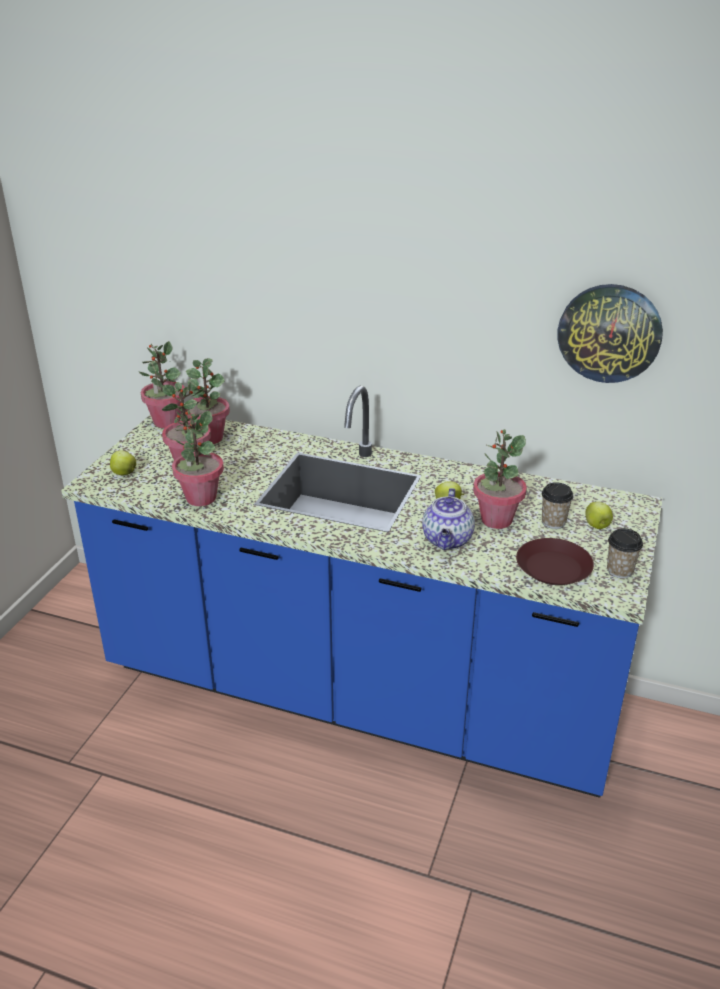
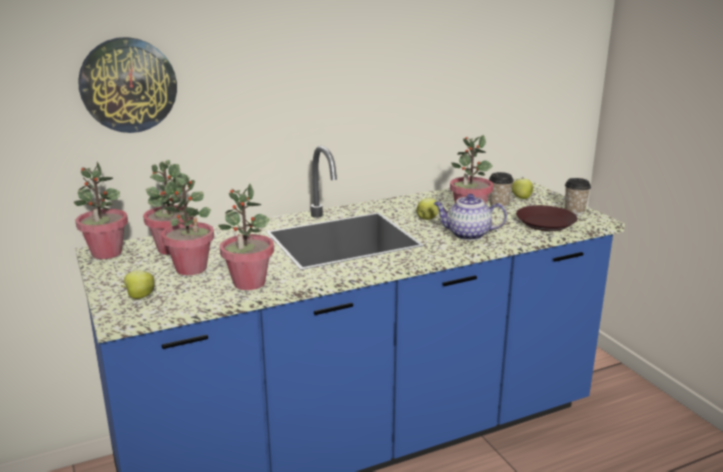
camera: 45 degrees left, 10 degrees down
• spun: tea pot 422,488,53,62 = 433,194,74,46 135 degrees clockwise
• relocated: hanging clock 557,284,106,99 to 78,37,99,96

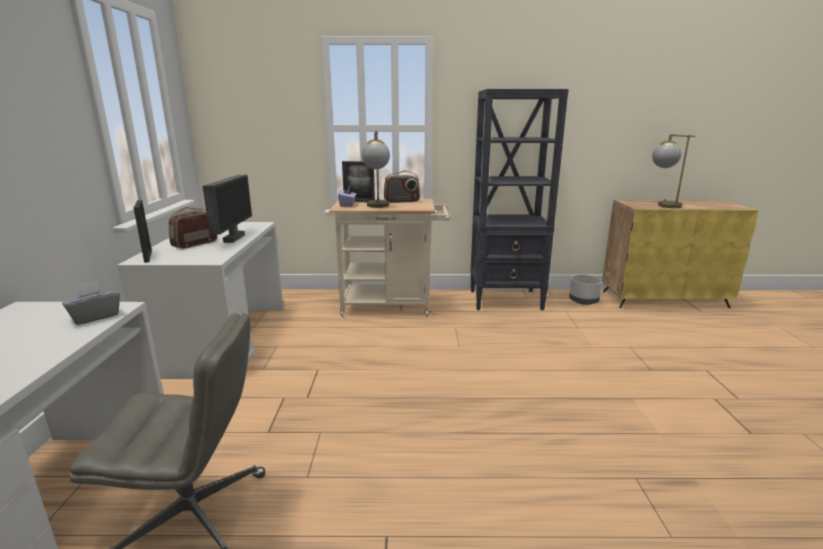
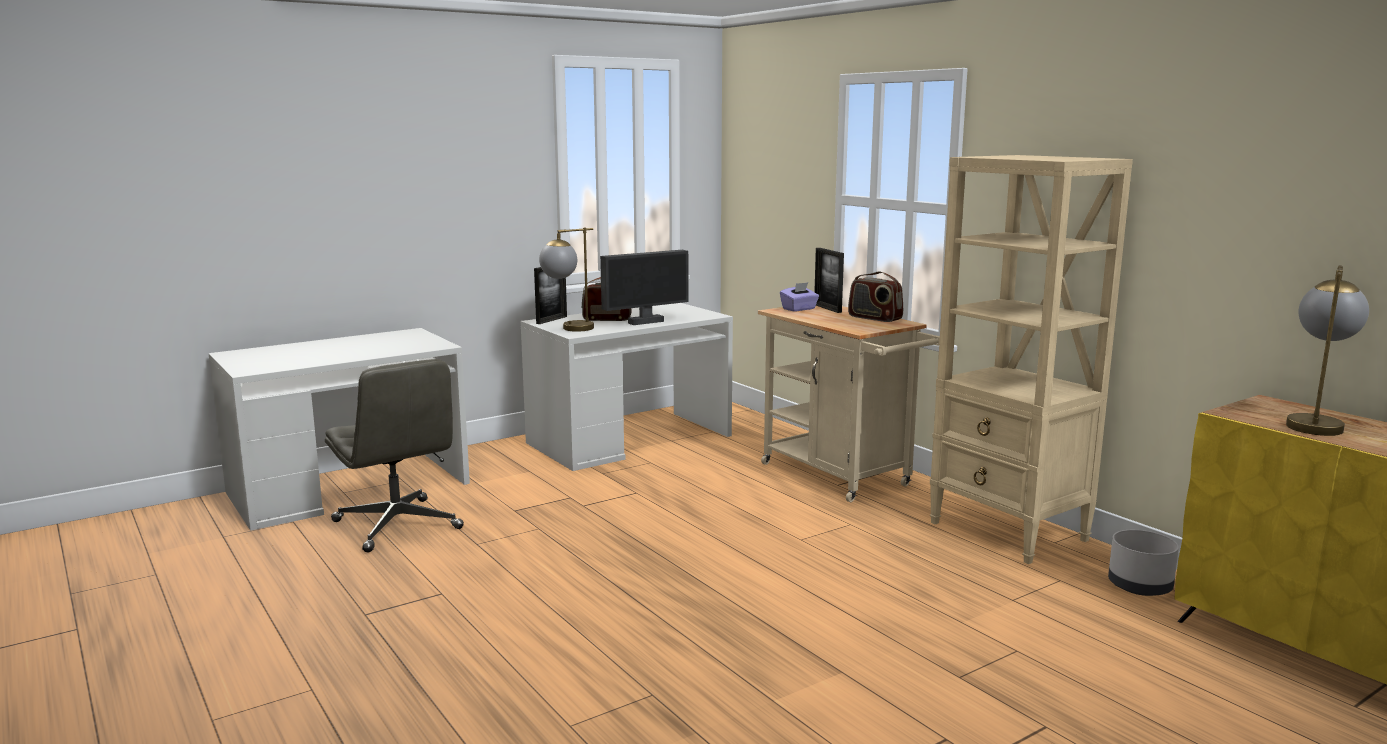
camera: 55 degrees right, 5 degrees down
• missing: greyish box of tissues 62,281,58,44
• relocated: tabletop lamp 362,131,28,77 to 539,228,55,104
• colour: blackish bookcase 470,89,99,221 to sand-coloured bookcase 930,155,203,409

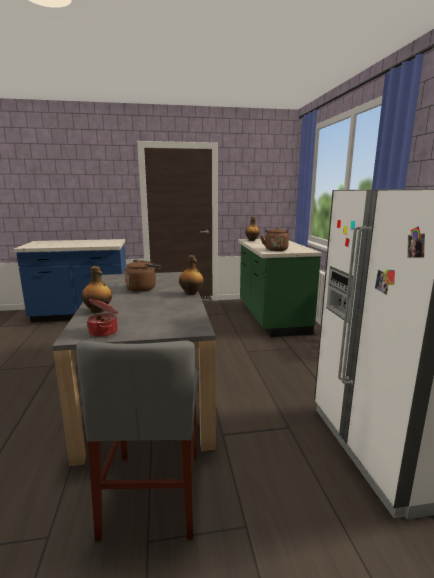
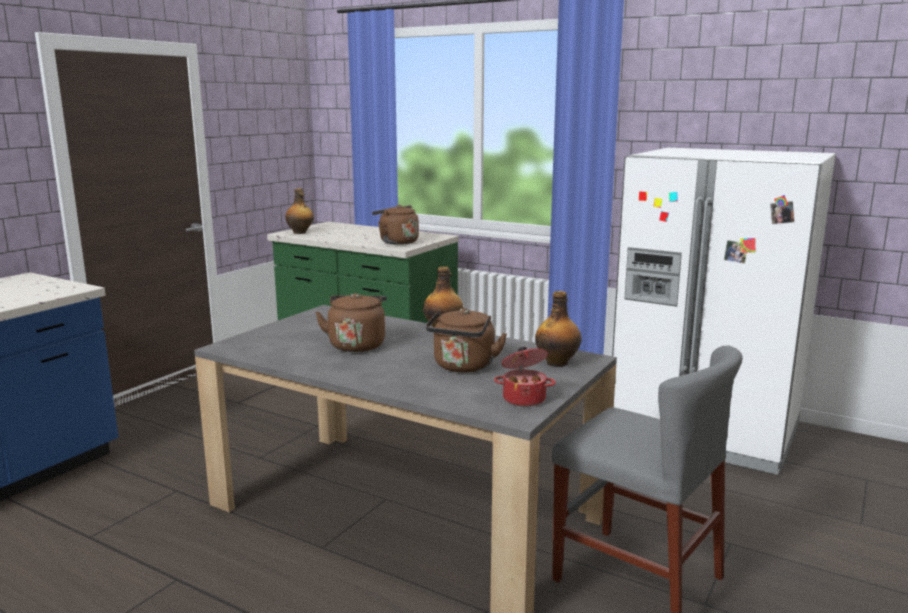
camera: 50 degrees left, 0 degrees up
• relocated: drink bottle 82,266,30,47 to 535,291,46,76
• appeared: brownish water kettle 426,308,81,65

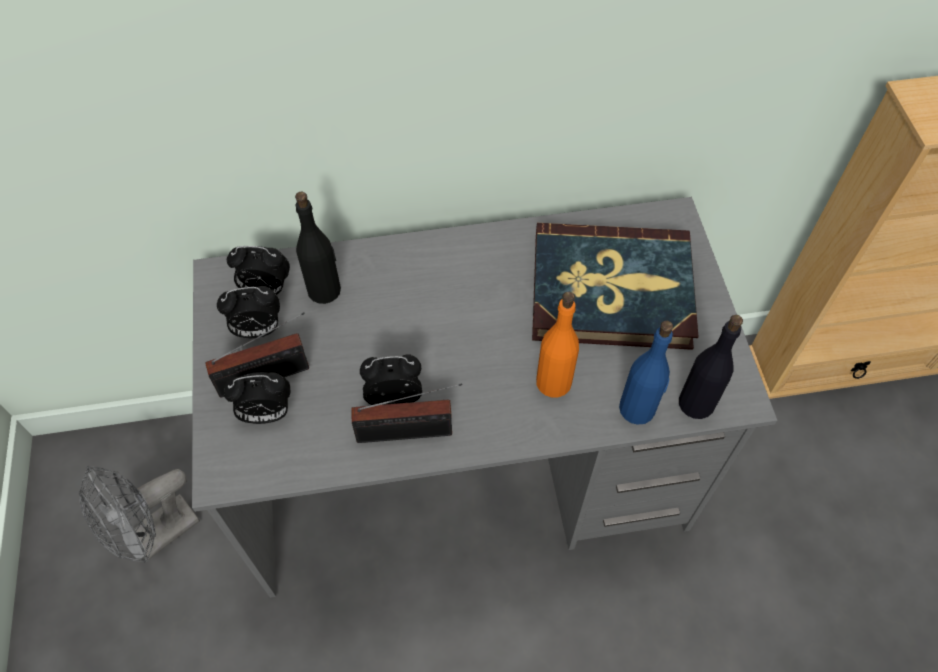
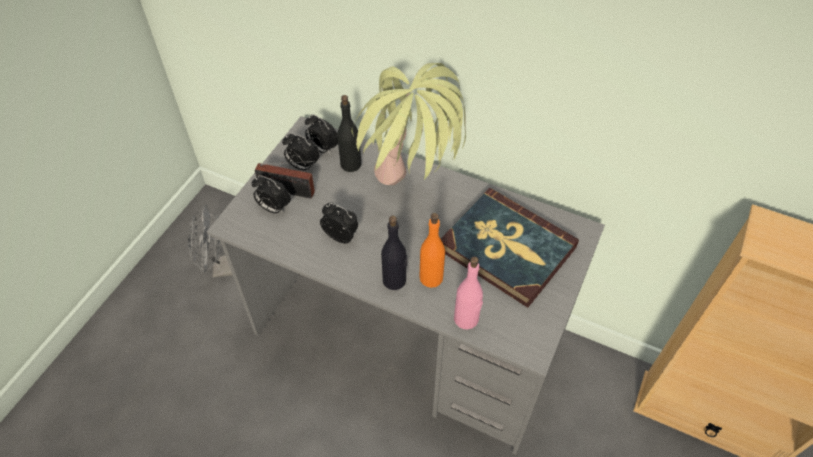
camera: 35 degrees right, 5 degrees down
• missing: radio receiver 351,383,111,60
• colour: blue drink bottle 619,321,54,104 to pink-coloured drink bottle 454,256,29,73
• relocated: blackish drink bottle 679,315,64,104 to 381,216,26,74
• appeared: houseplant 351,63,115,122

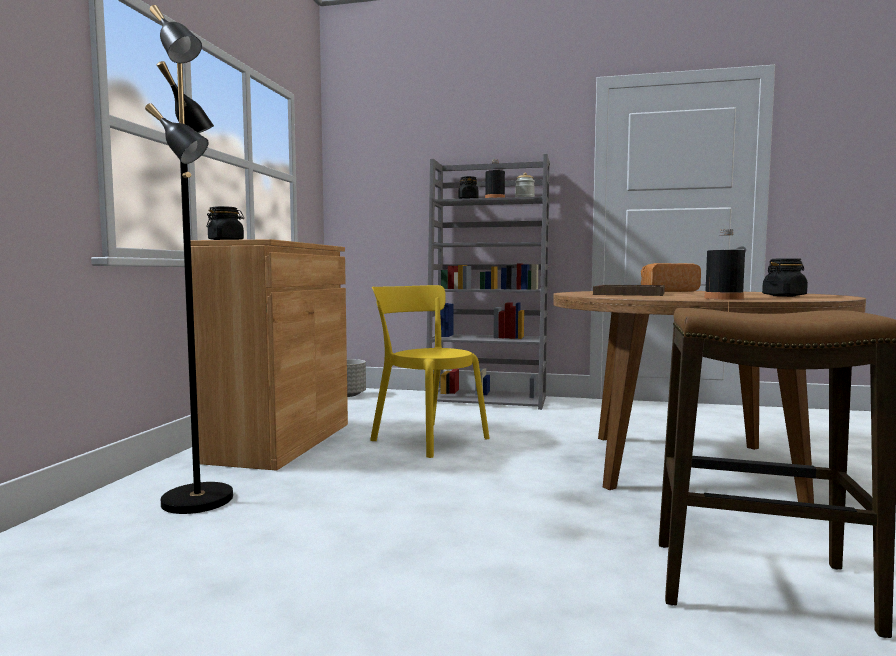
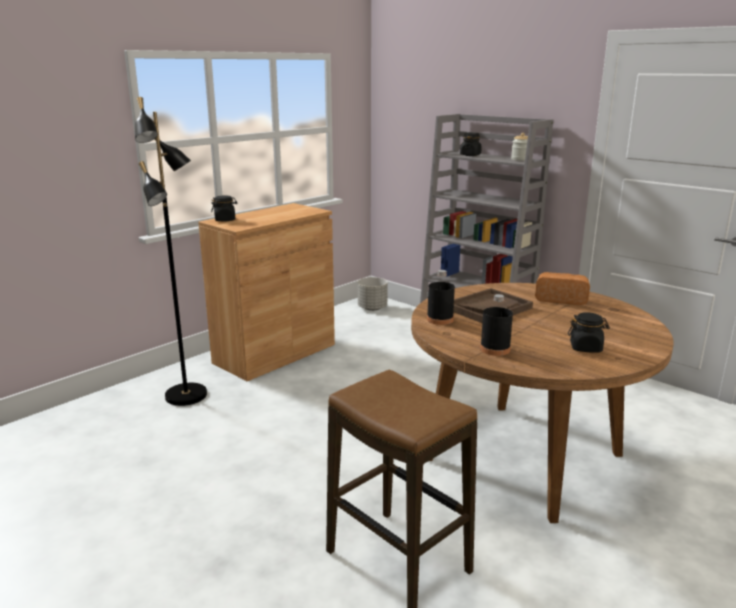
camera: 30 degrees right, 15 degrees up
• missing: yellow upright chair 370,285,120,173
• relocated: blackish drink bottle 485,159,20,39 to 427,270,28,55

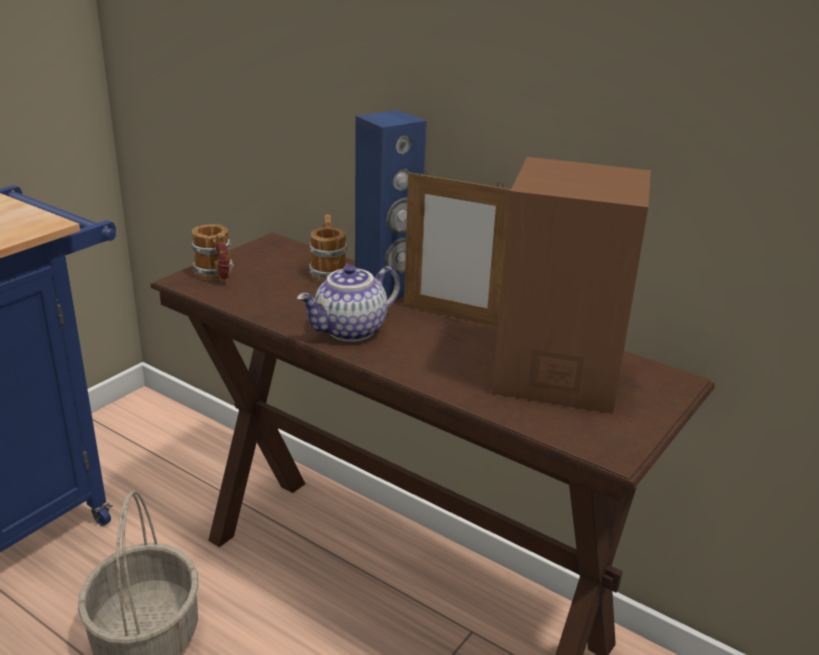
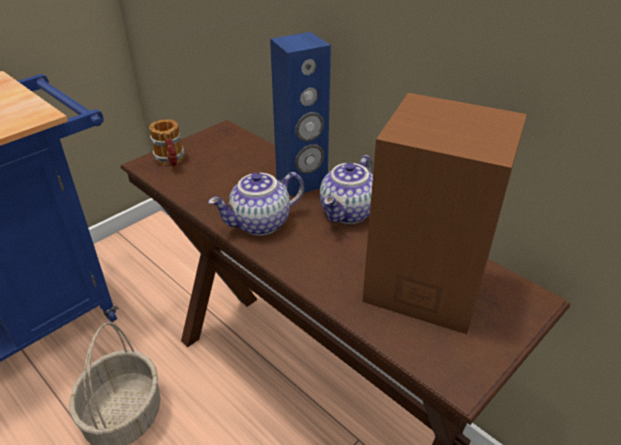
camera: 10 degrees right, 10 degrees up
• missing: mug 309,214,39,68
• exchanged: standing frame 404,170,107,157 to tea pot 320,155,53,69

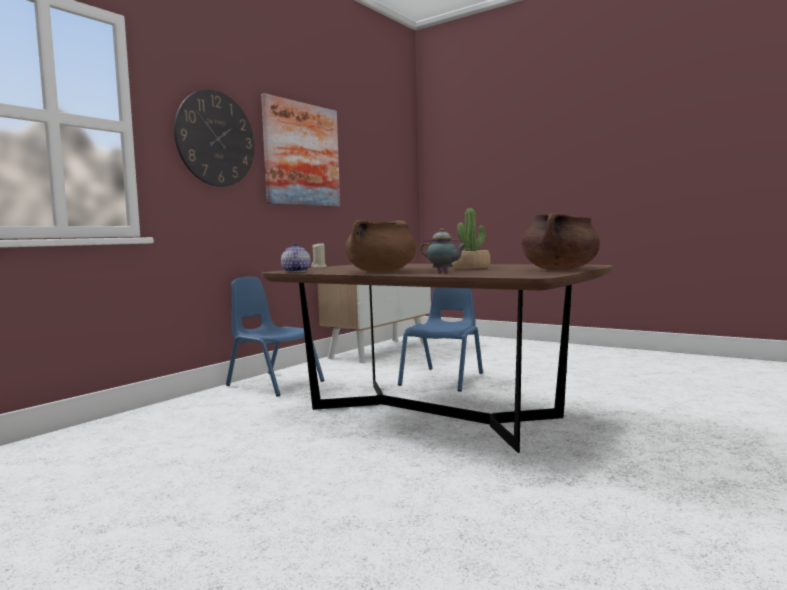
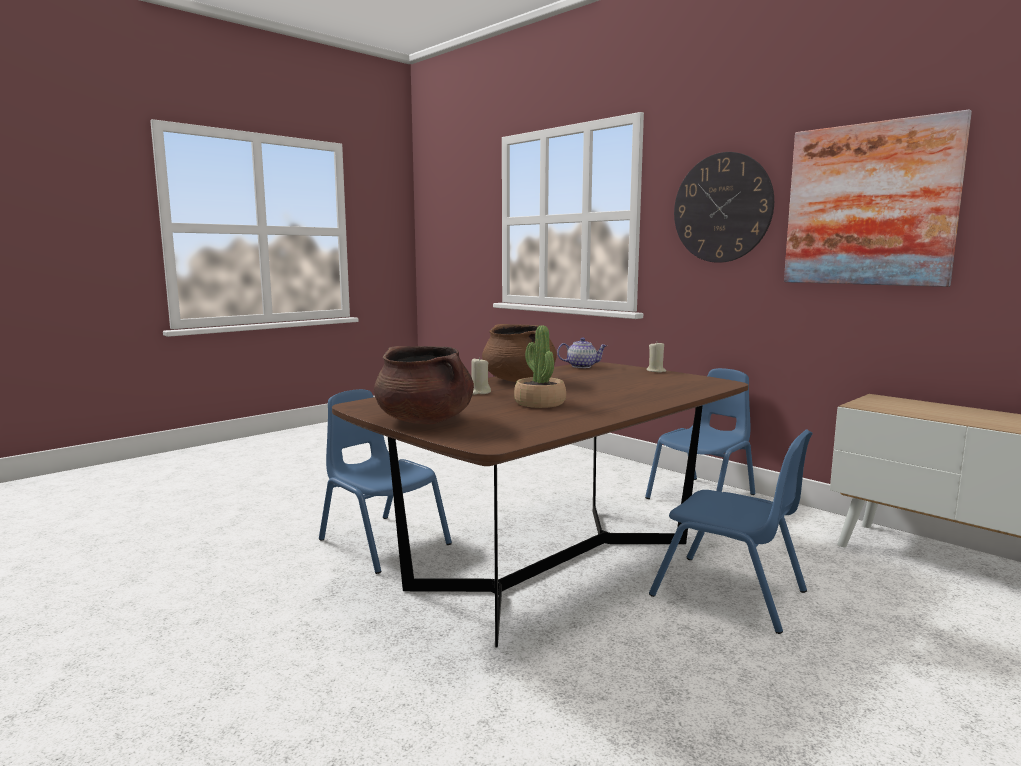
camera: 100 degrees right, 5 degrees up
• exchanged: tea pot 420,228,47,44 to sand-coloured wax light 471,357,20,38
• appeared: blue upright chair 319,389,133,185

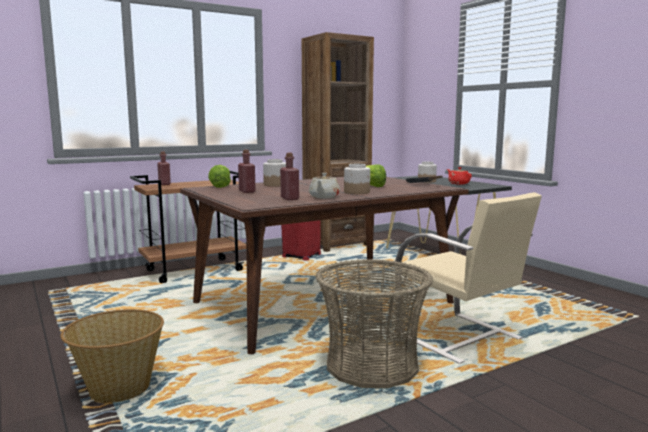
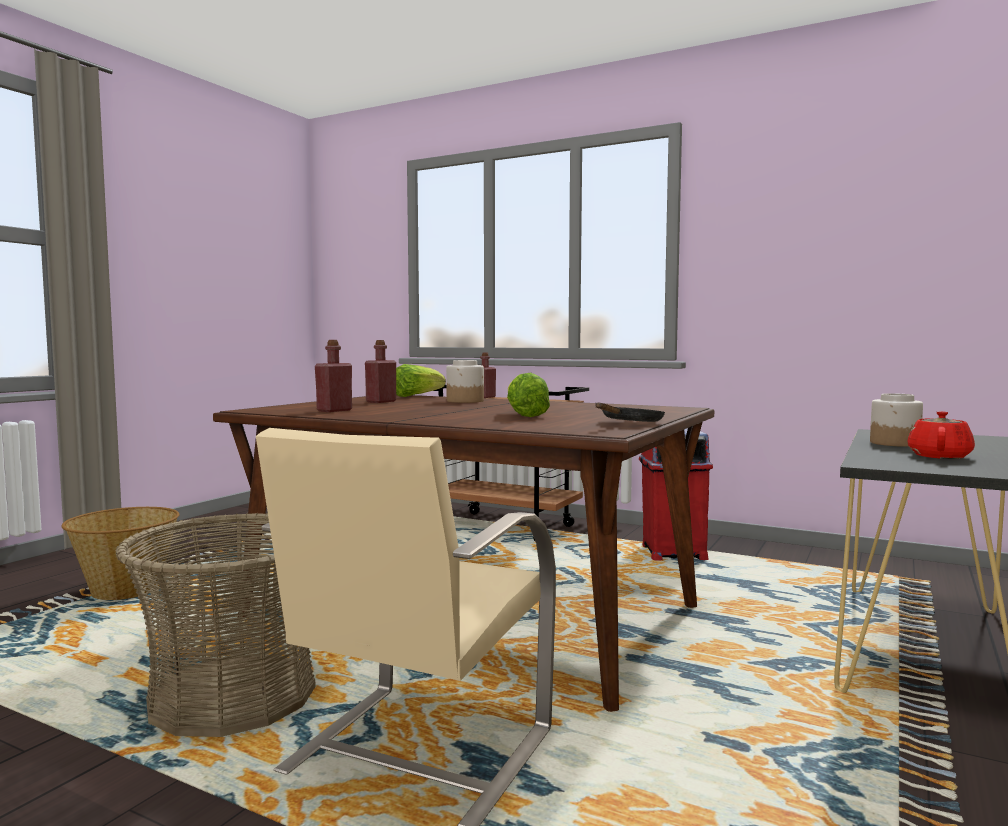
camera: 60 degrees right, 5 degrees down
• missing: brownish bookcase 302,32,72,220
• missing: sand-coloured tea pot 309,173,31,25
• missing: jar 344,164,26,30

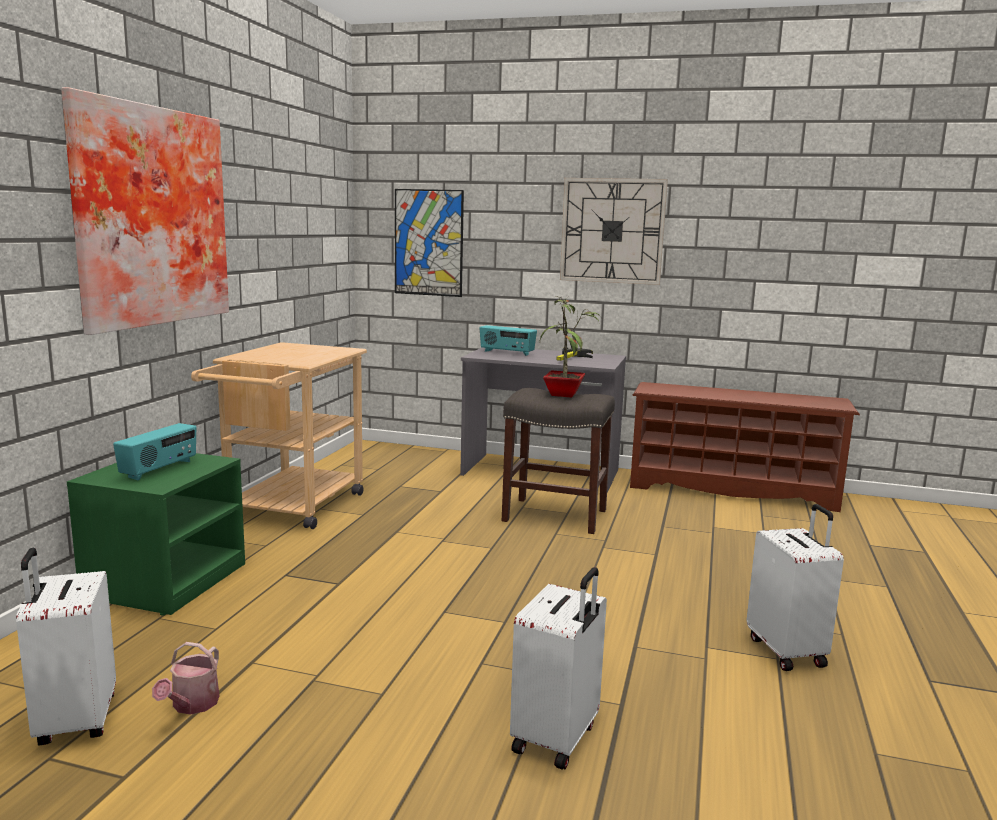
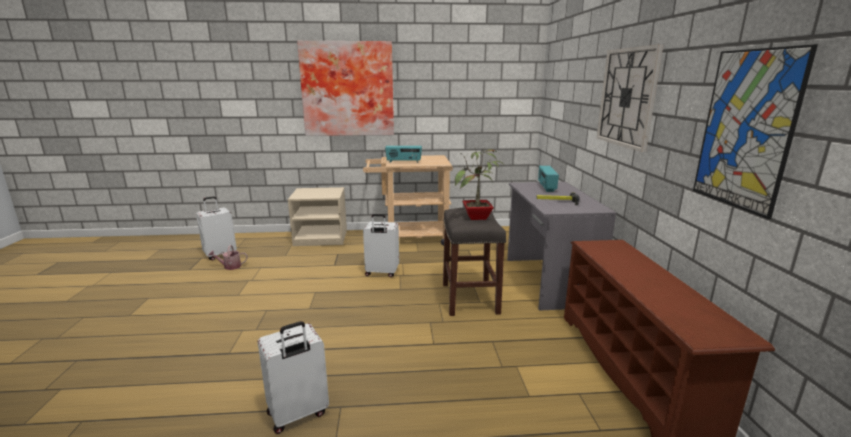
camera: 70 degrees right, 5 degrees up
• colour: greenish nightstand 67,453,178,163 to sand-coloured nightstand 288,187,59,59
• relocated: radio receiver 113,423,83,57 to 385,146,37,17
• relocated: picture 395,189,69,108 to 693,44,125,175
• relocated: white travel case 510,567,97,203 to 363,214,36,63

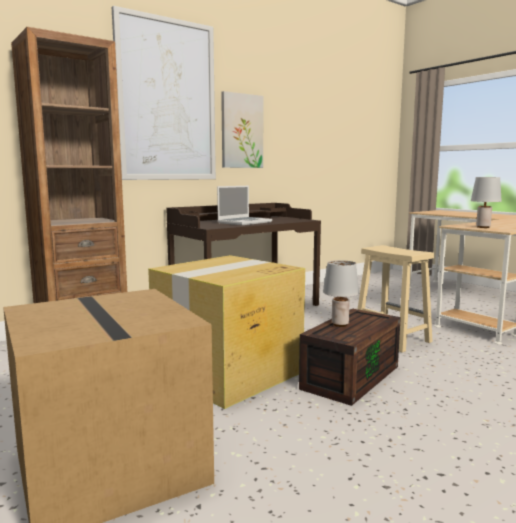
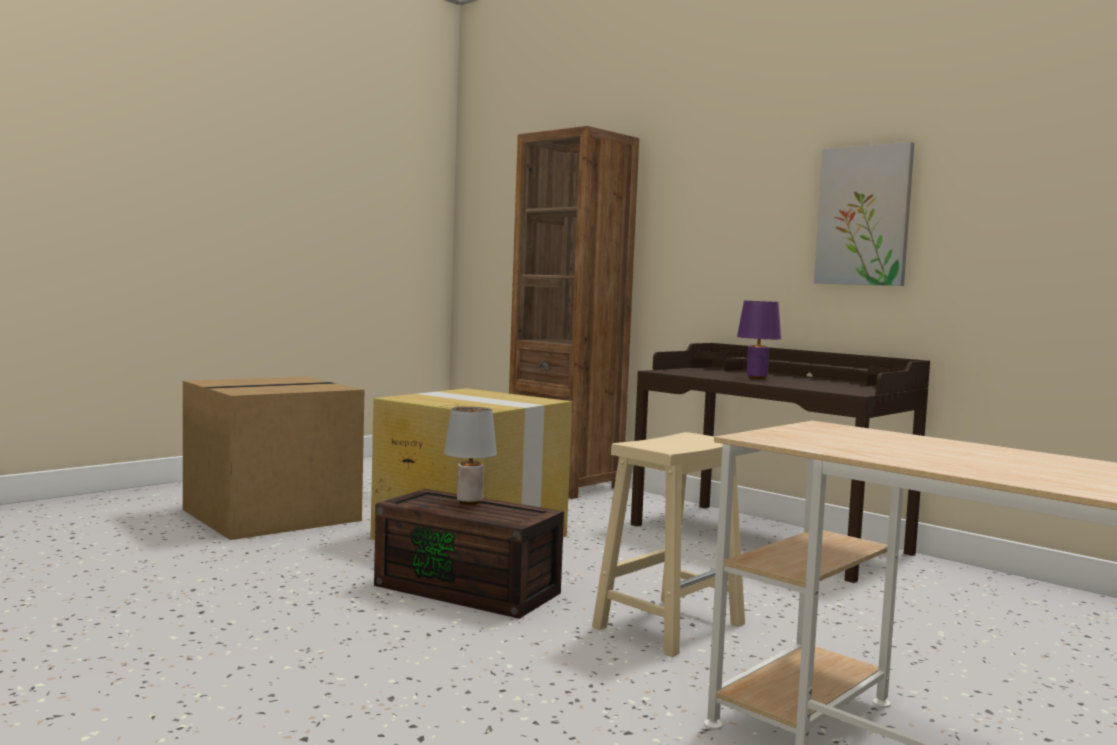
camera: 80 degrees right, 5 degrees down
• missing: picture 112,6,104,174
• exchanged: notebook computer 217,186,55,39 to purplish tabletop lamp 737,301,44,78
• missing: greyish tabletop lamp 471,177,31,51

